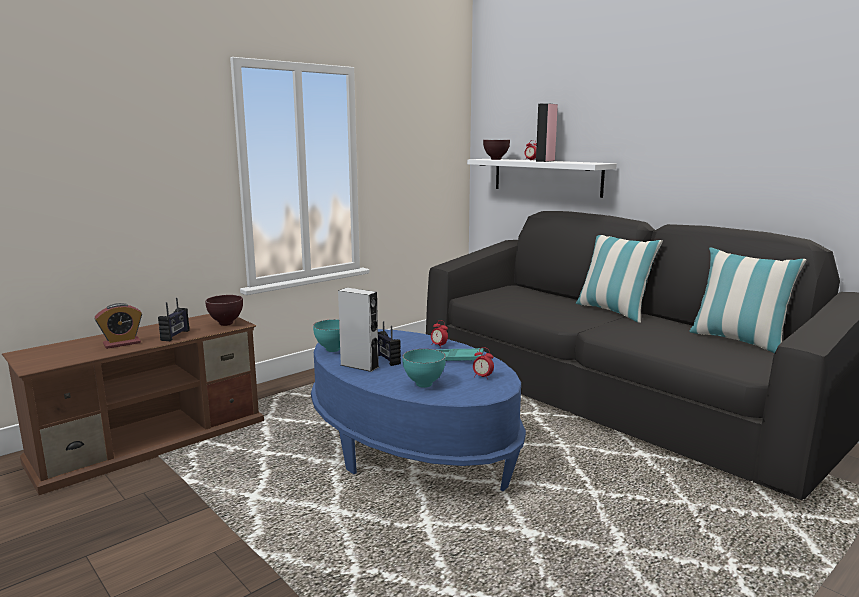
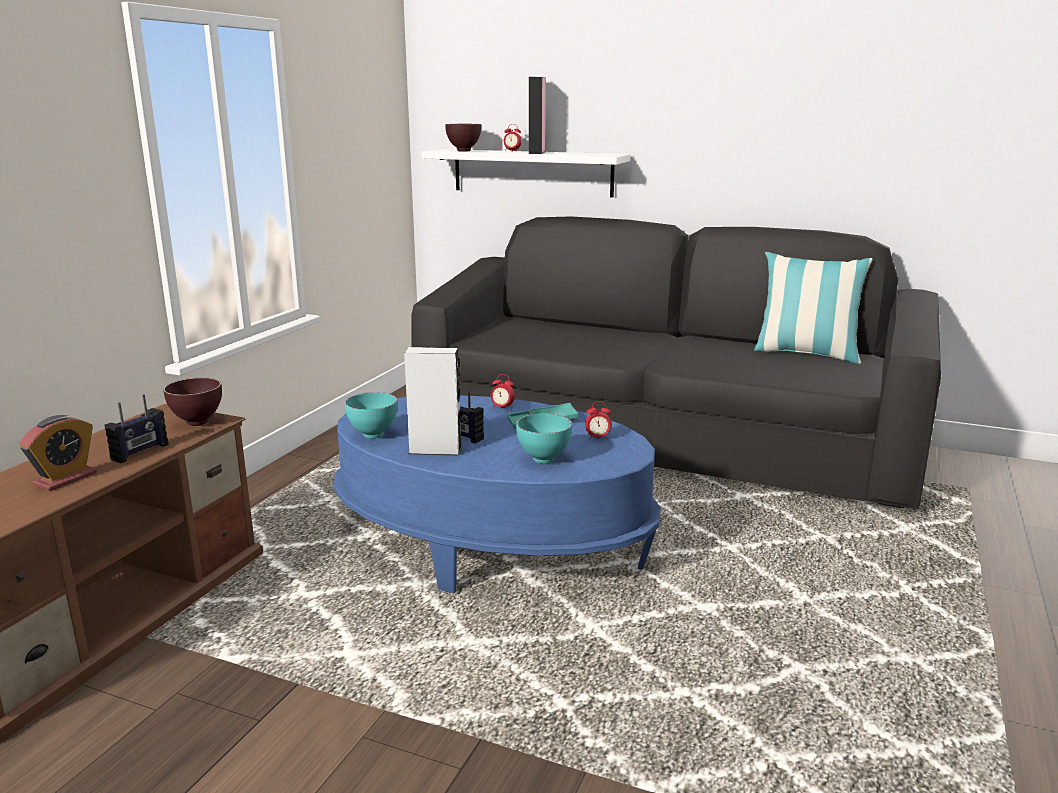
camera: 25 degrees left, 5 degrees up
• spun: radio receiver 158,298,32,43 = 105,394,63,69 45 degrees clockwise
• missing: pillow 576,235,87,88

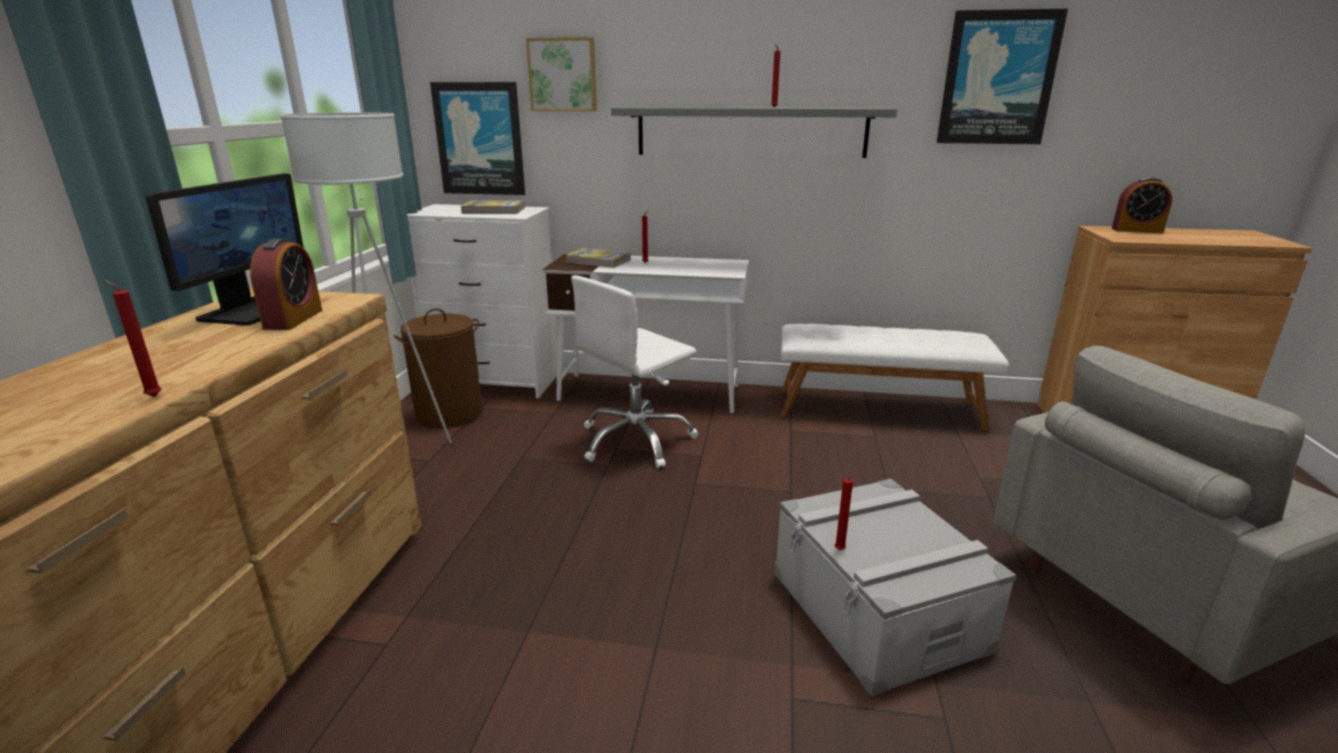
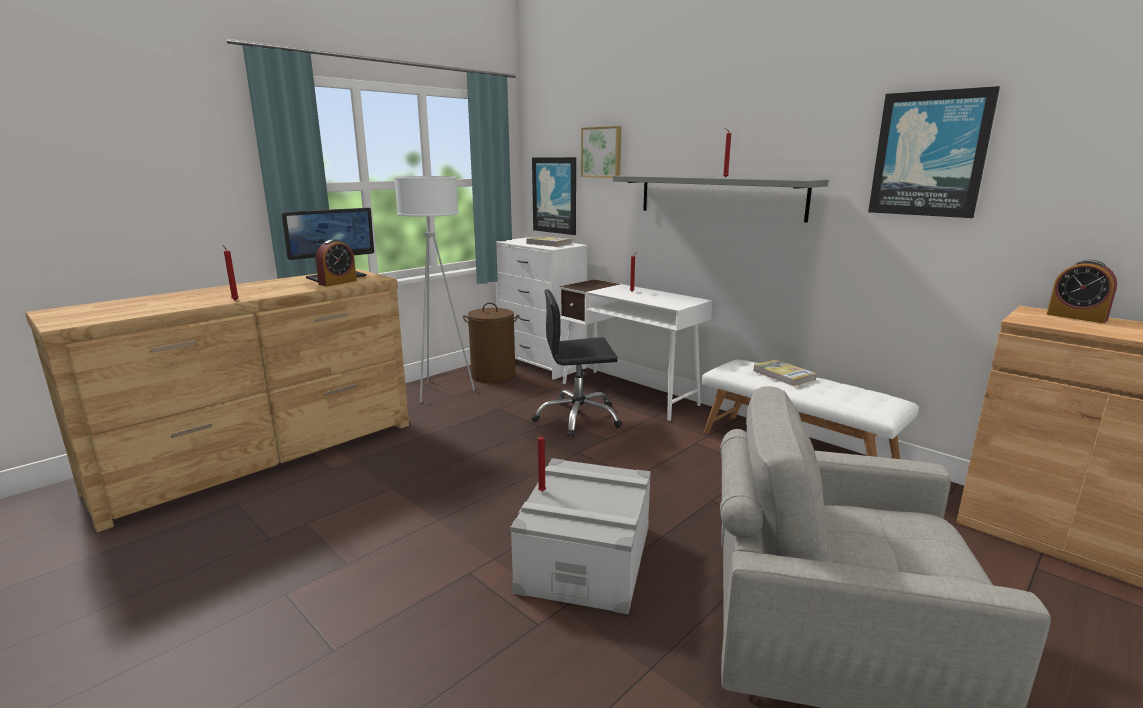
camera: 35 degrees right, 5 degrees down
• relocated: book 566,248,65,20 to 754,360,63,26
• colour: white computer chair 571,275,127,193 to blackish computer chair 532,289,91,149

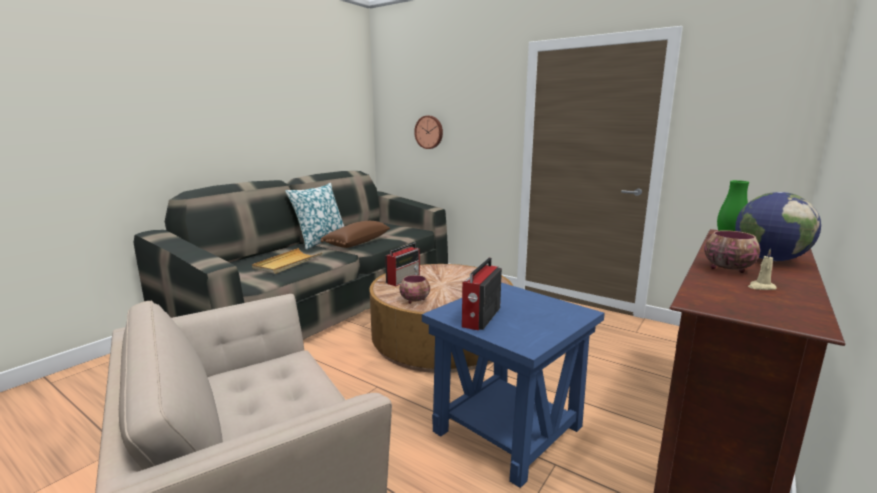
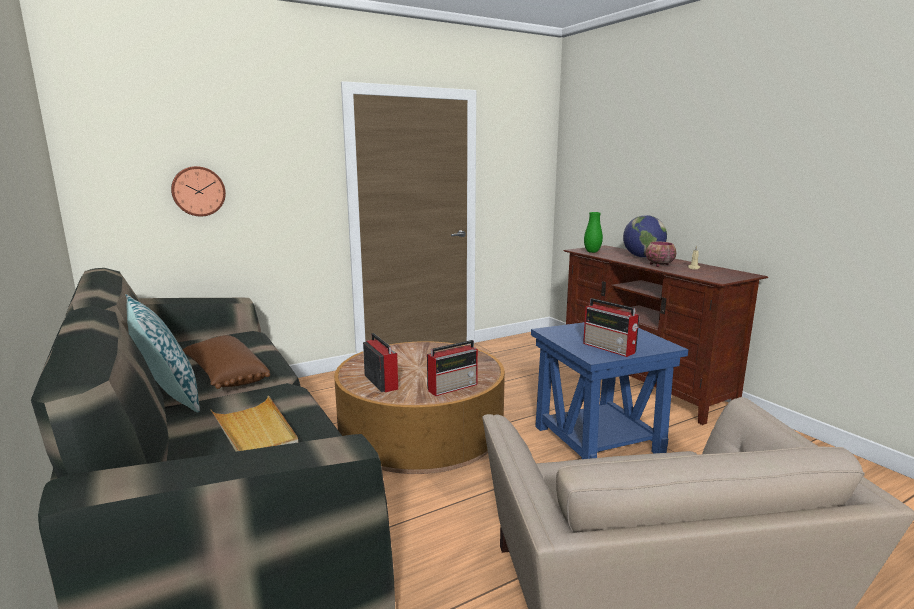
camera: 65 degrees left, 0 degrees up
• exchanged: bowl 400,275,30,29 to radio receiver 427,340,51,56

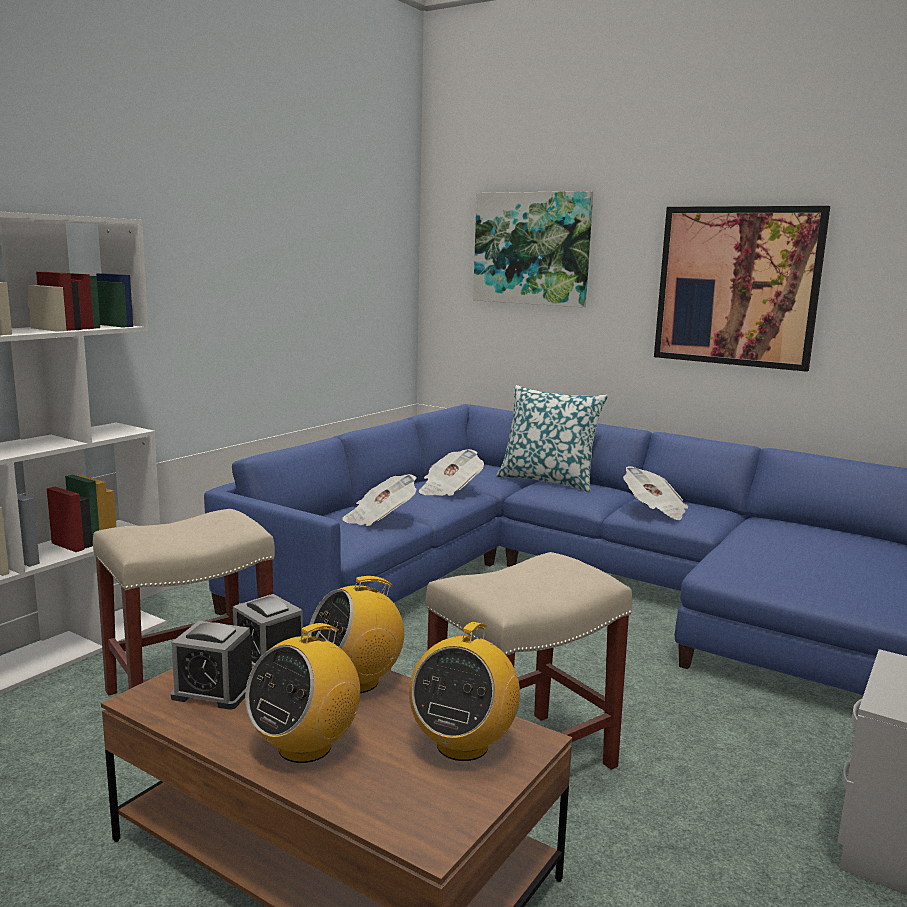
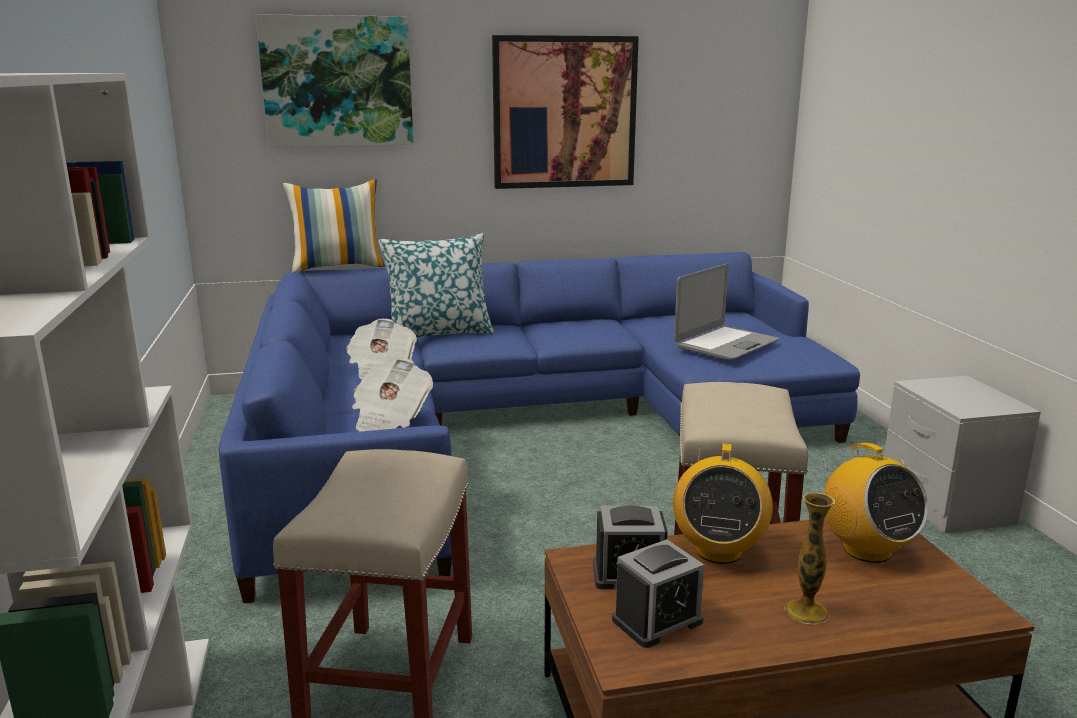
camera: 45 degrees left, 5 degrees up
• exchanged: radio receiver 245,623,115,140 to flower vase 784,493,51,131
• missing: newspaper 623,466,65,54
• appeared: pillow 283,179,102,94
• appeared: notebook computer 674,264,105,96

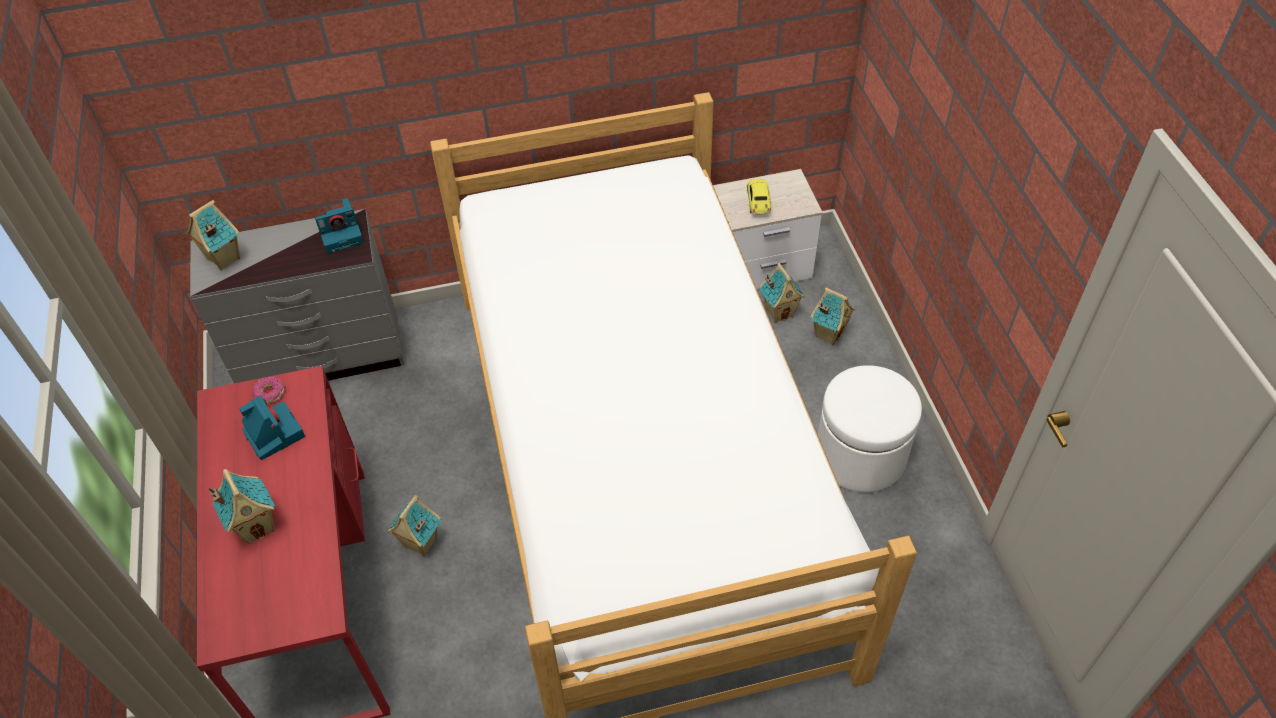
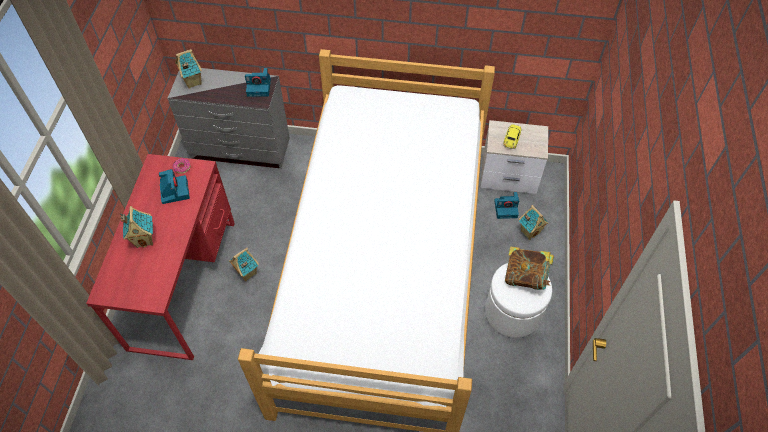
camera: 20 degrees right, 5 degrees up
• exchanged: toy house 759,263,46,60 to photo camera 494,192,25,27
• appeared: book 505,246,49,44

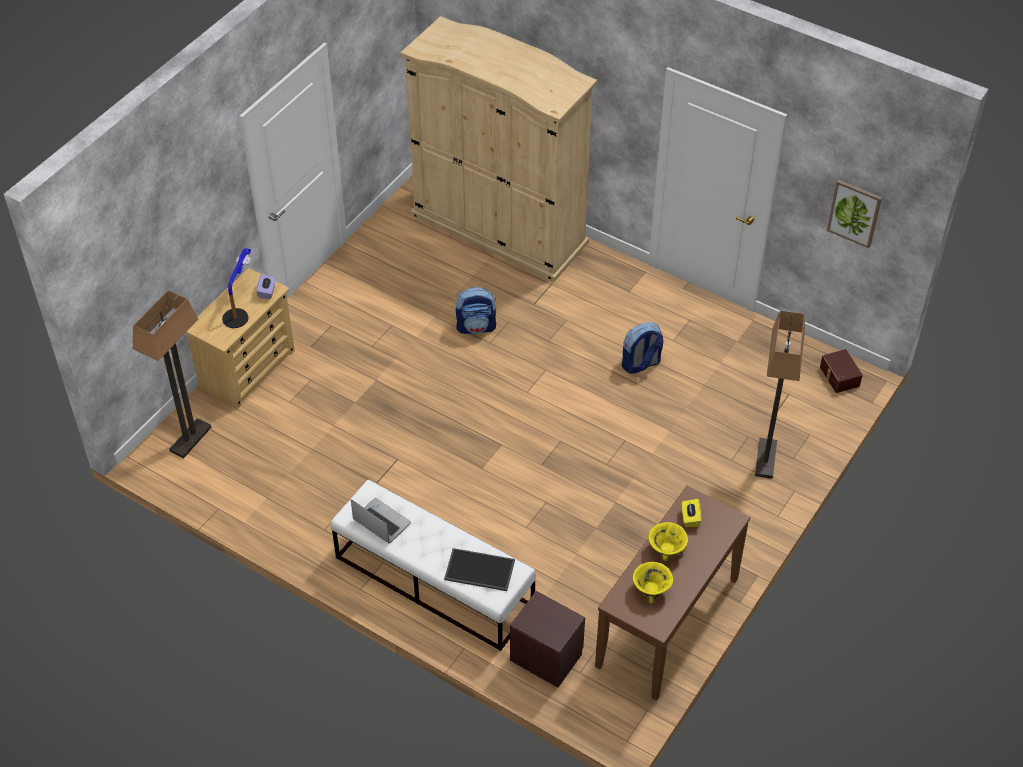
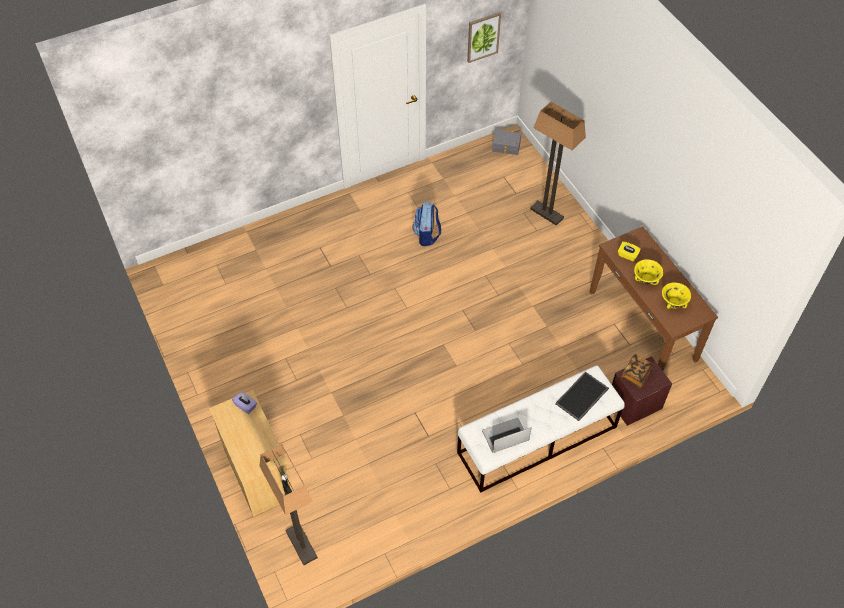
camera: 60 degrees left, 5 degrees up
• missing: tabletop lamp 222,248,29,80
• missing: sand-coloured armoire 400,16,197,266
• missing: knapsack 456,287,40,47
• colour: brownish storage container 820,349,43,44 to greyish storage container 492,130,29,25
• appeared: book 621,354,33,34

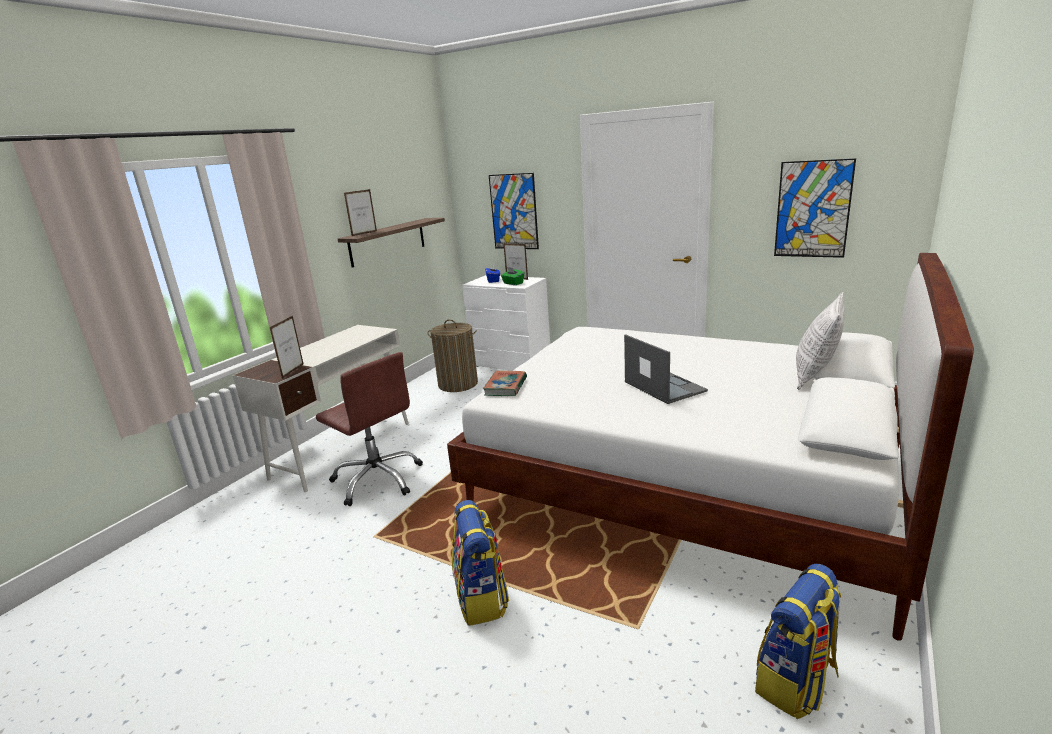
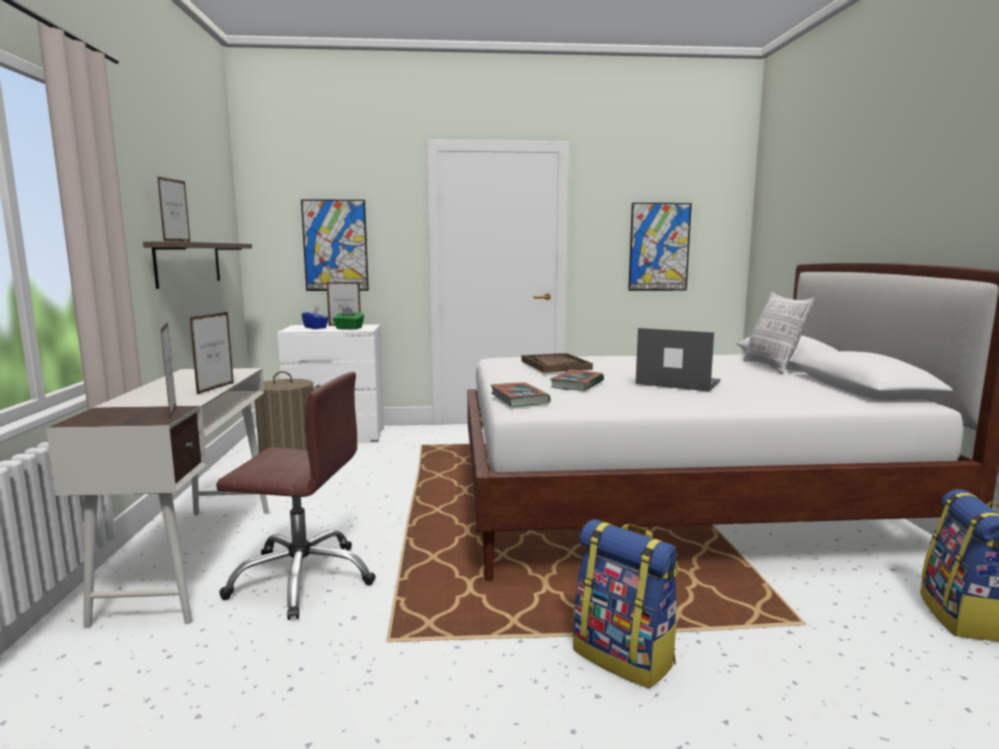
camera: 35 degrees left, 10 degrees down
• appeared: standing frame 189,312,45,82
• appeared: brownish tray 521,353,72,20
• appeared: book 550,370,54,21

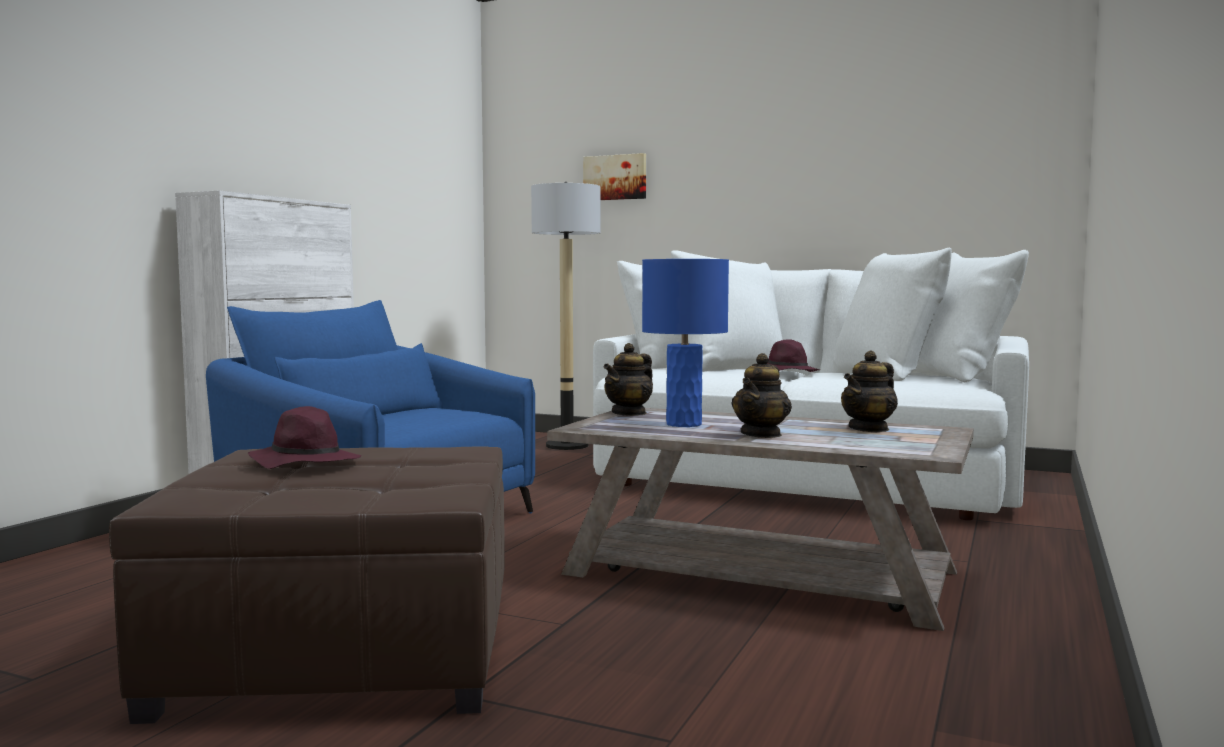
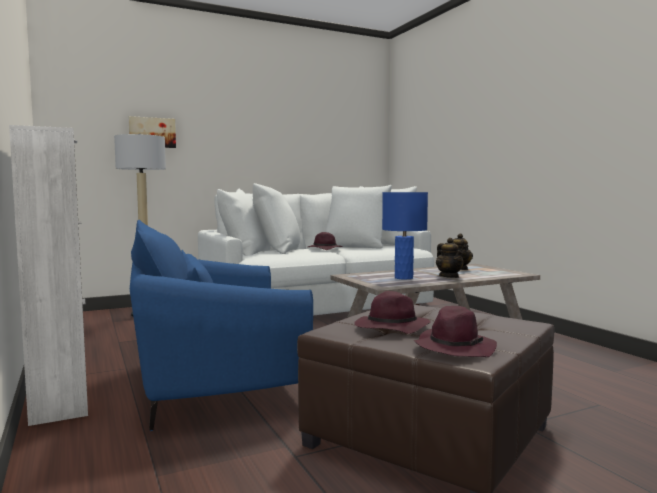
camera: 50 degrees left, 0 degrees up
• missing: tea pot 604,343,49,73
• appeared: purplish wearable hat 414,306,83,51

